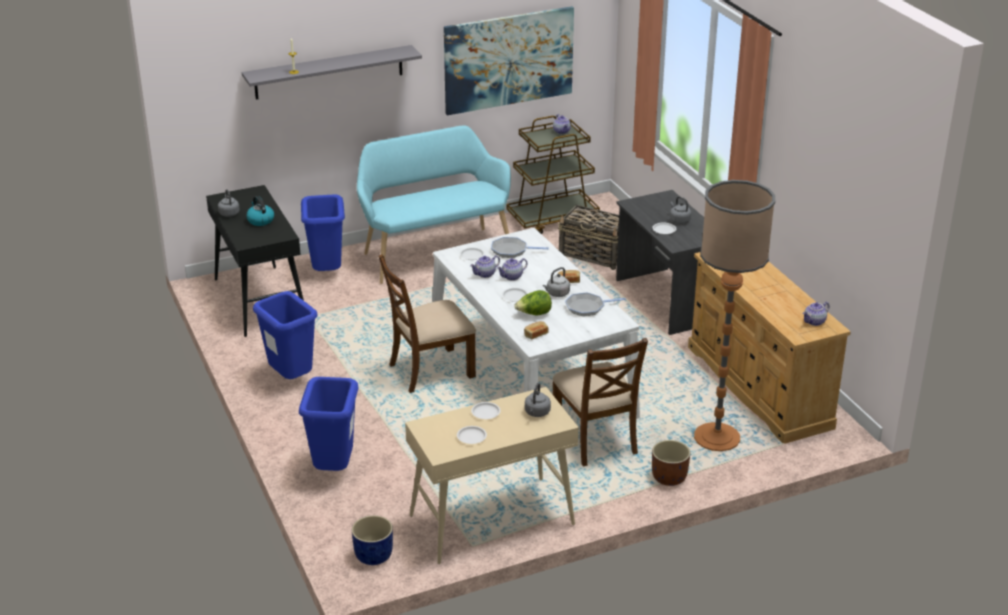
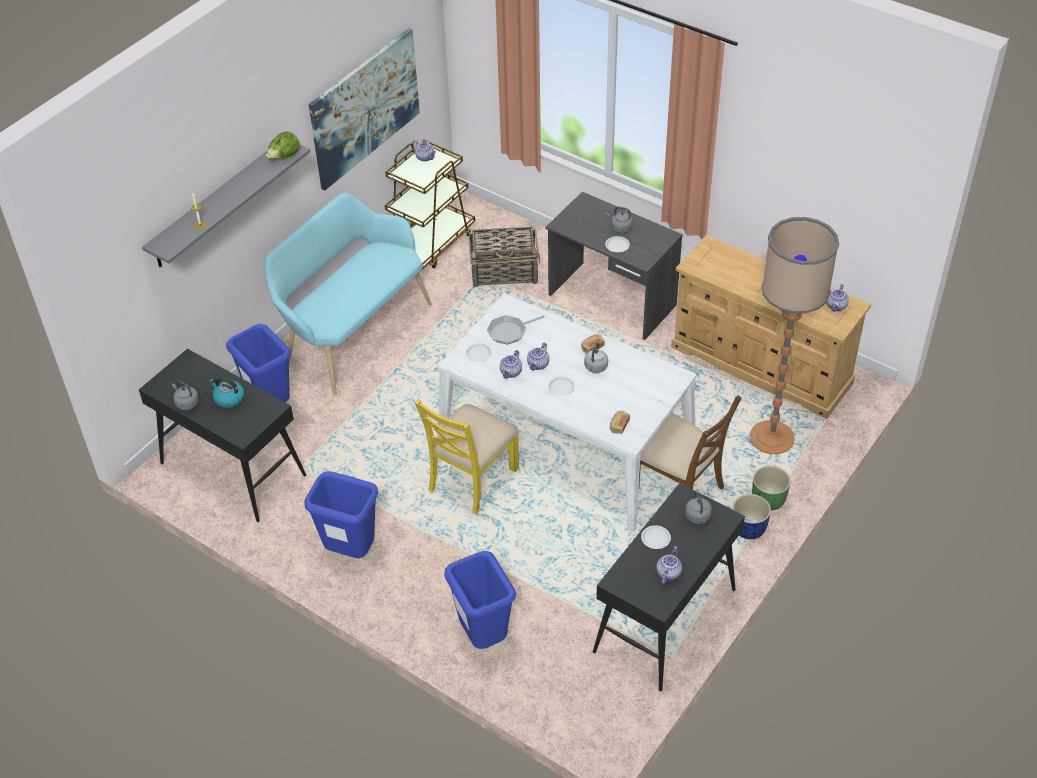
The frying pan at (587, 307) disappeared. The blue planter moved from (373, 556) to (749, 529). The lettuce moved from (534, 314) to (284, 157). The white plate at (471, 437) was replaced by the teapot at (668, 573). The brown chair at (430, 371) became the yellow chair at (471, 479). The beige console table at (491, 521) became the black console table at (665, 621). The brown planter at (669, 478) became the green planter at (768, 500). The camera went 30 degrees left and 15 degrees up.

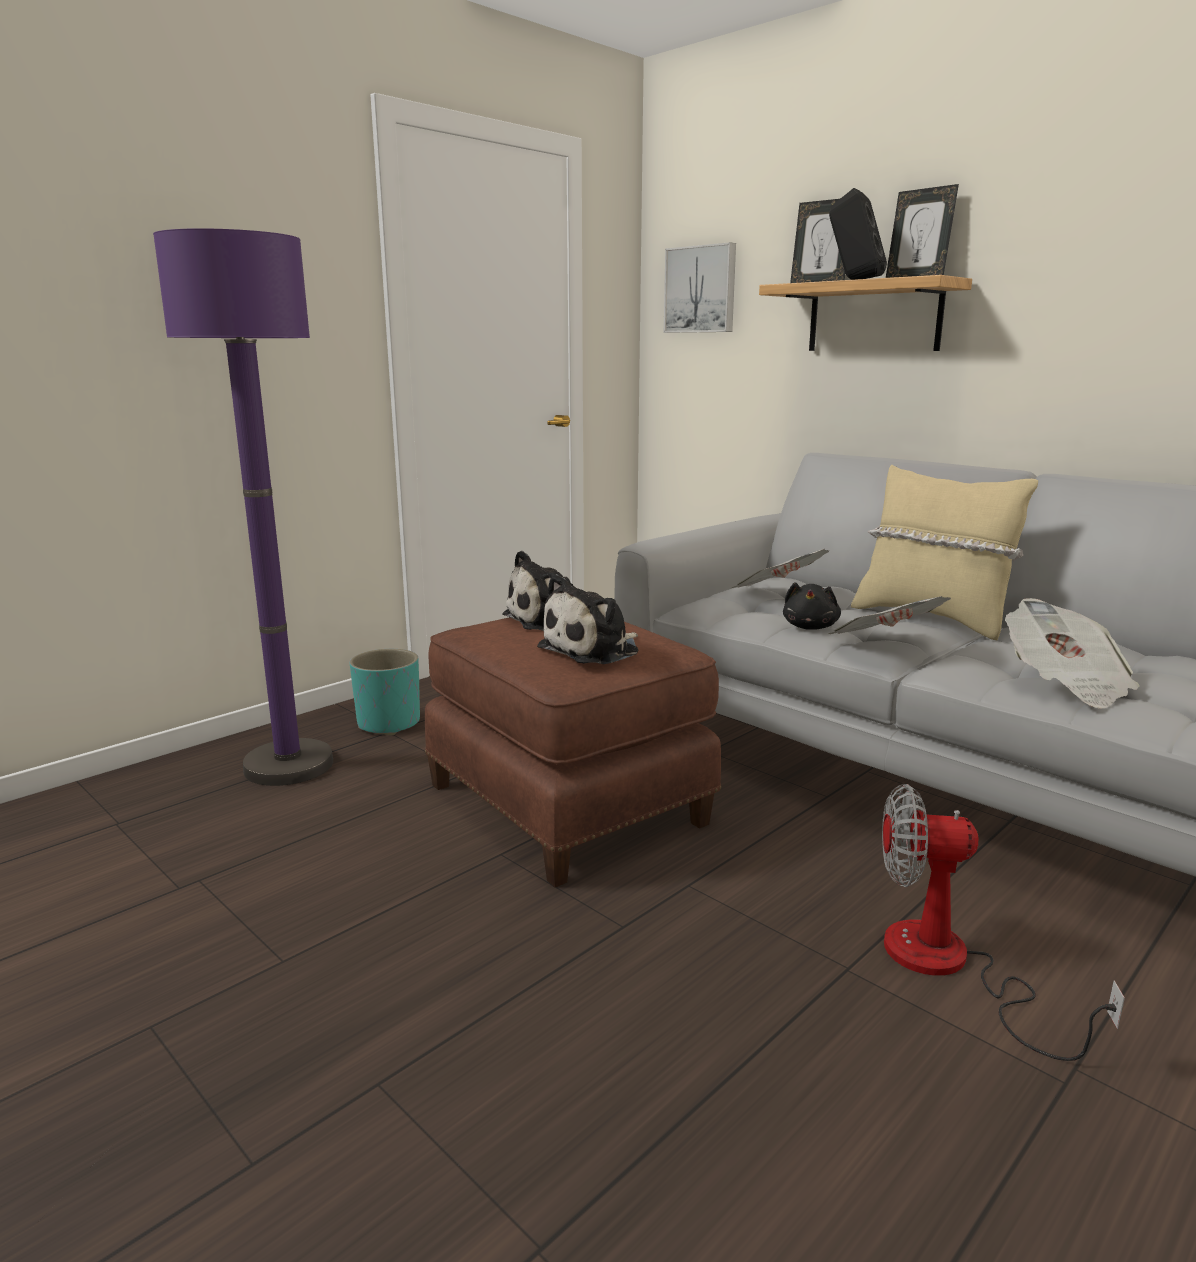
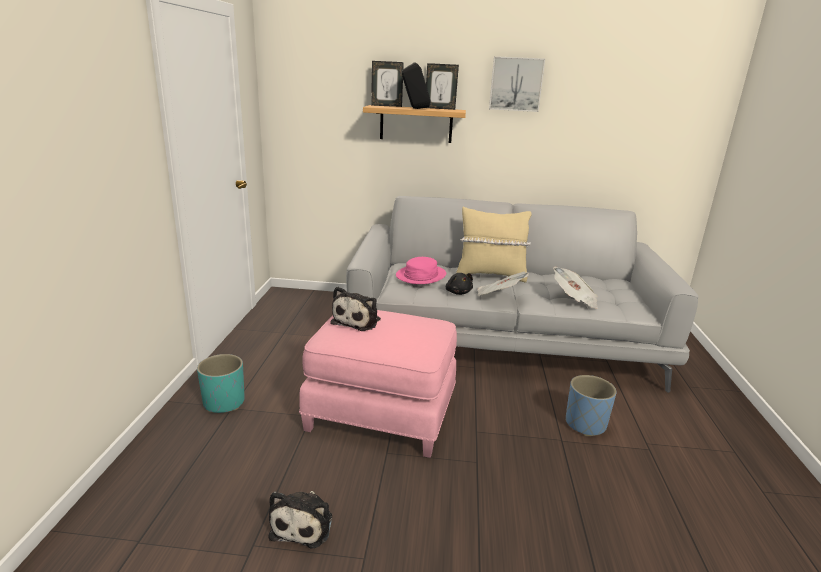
The purple floor lamp at (288, 765) disappeared. The plush toy moved from (594, 650) to (303, 524). The picture moved from (701, 289) to (516, 84). The newspaper at (777, 594) was replaced by the pink hat at (421, 275). The fan at (949, 967) was replaced by the blue planter at (585, 424). The brown ottoman at (569, 803) became the pink ottoman at (382, 412). The camera went 40 degrees left and 5 degrees up.

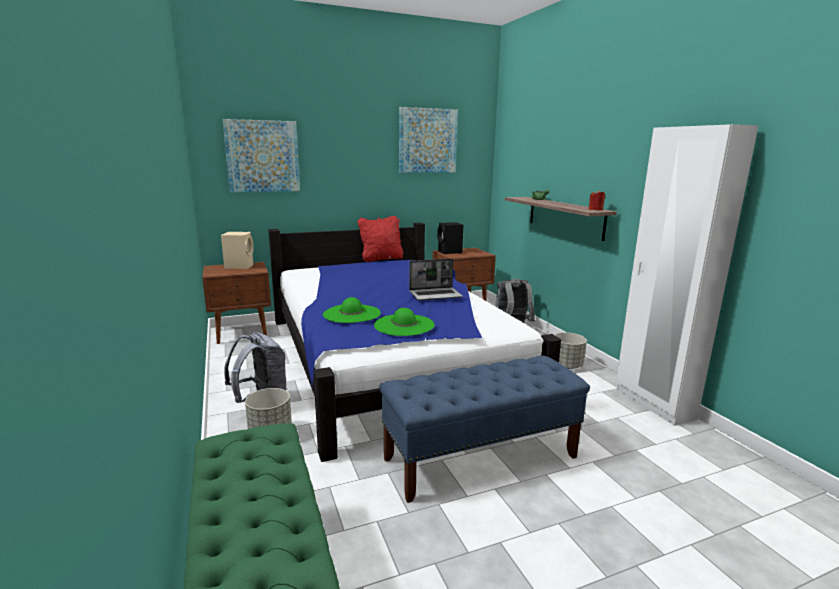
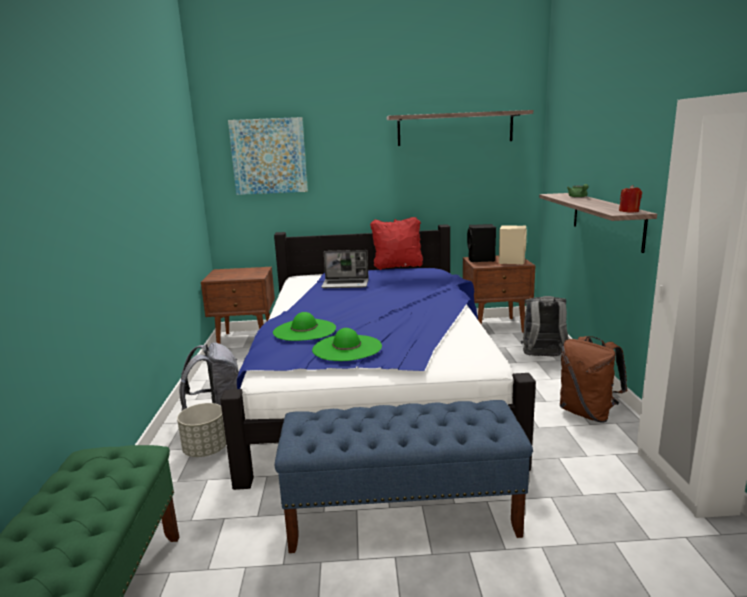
The beige speaker moved from (240, 266) to (511, 261). The laptop moved from (436, 295) to (346, 284). The picture at (427, 141) was replaced by the shelf at (455, 128). The grey planter at (567, 365) was replaced by the brown backpack at (587, 413). The camera went 20 degrees right and 0 degrees up.

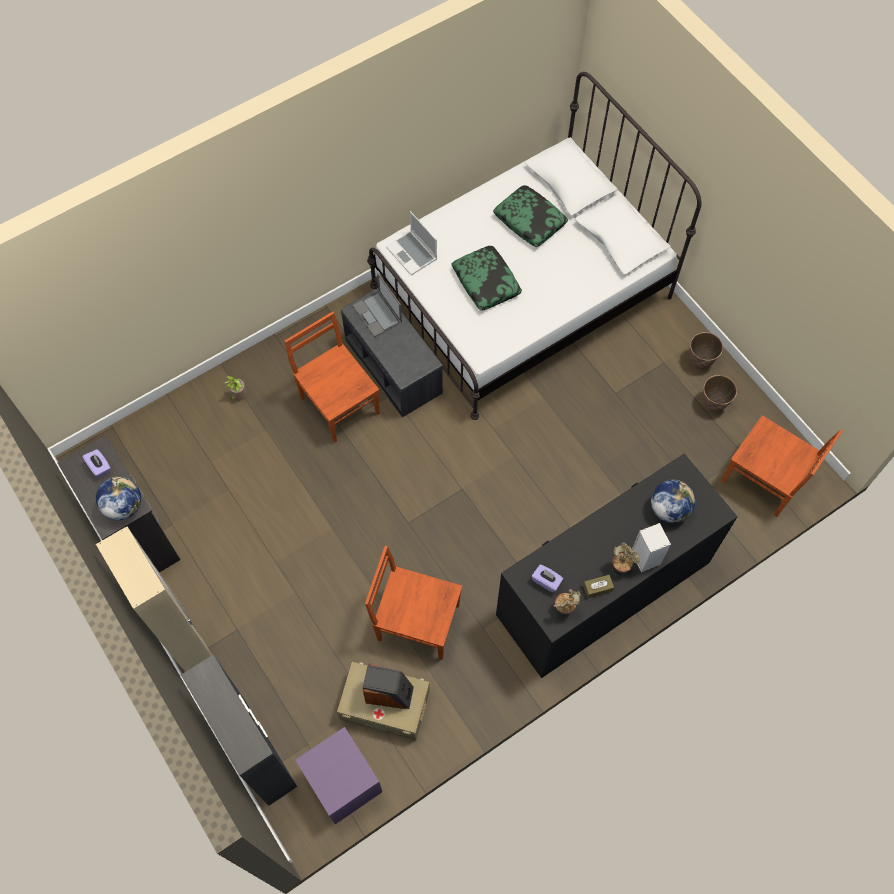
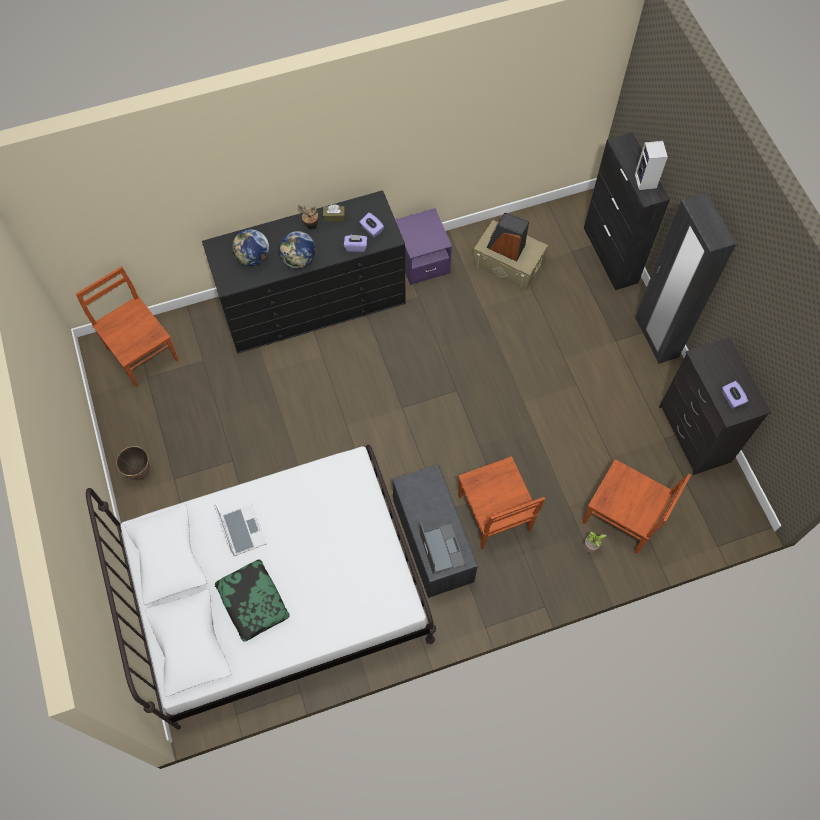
The pillow at (486, 282) disappeared. The potted plant at (564, 610) disappeared. The planter at (713, 403) disappeared. The purple tissue box at (356, 247) appeared. The globe moved from (123, 506) to (299, 260). The purple nightstand moved from (342, 781) to (422, 261). The brown chair moved from (416, 621) to (623, 518). The laptop moved from (412, 253) to (242, 530). The speaker moved from (644, 557) to (646, 182). The beige wardrobe at (189, 645) became the black wardrobe at (656, 338). The camera went 165 degrees left and 0 degrees up.

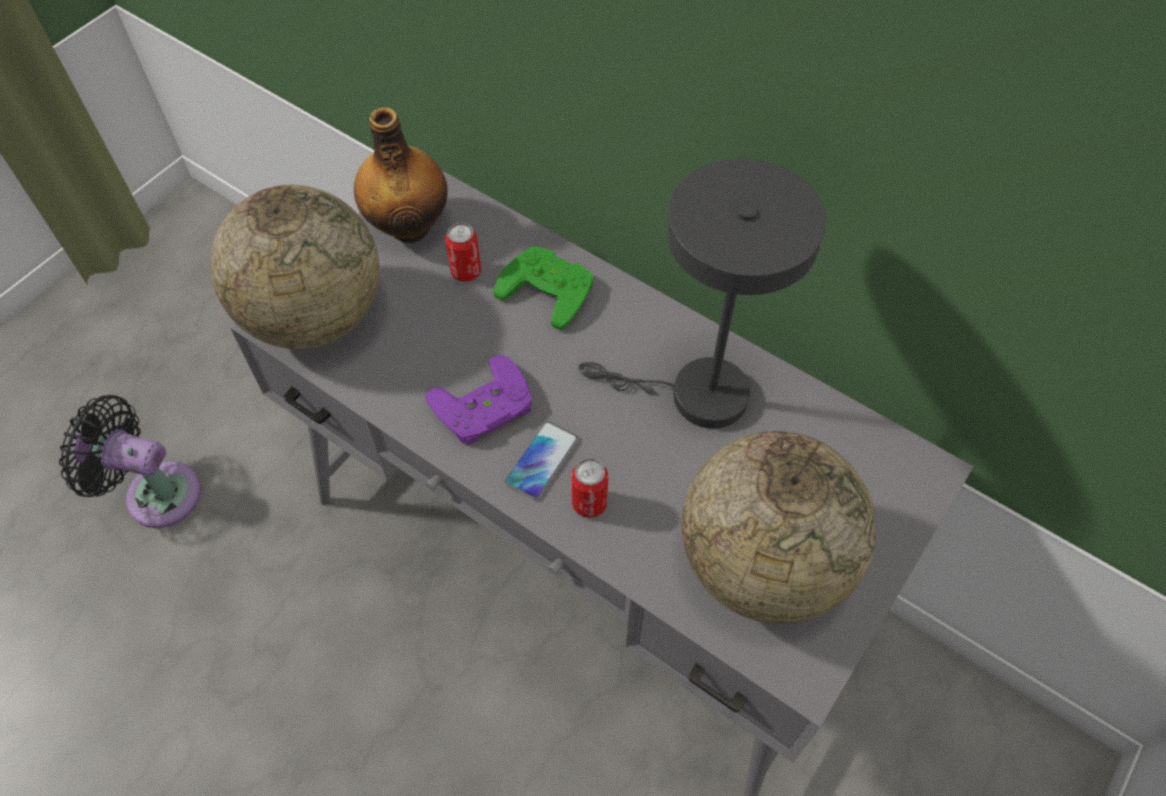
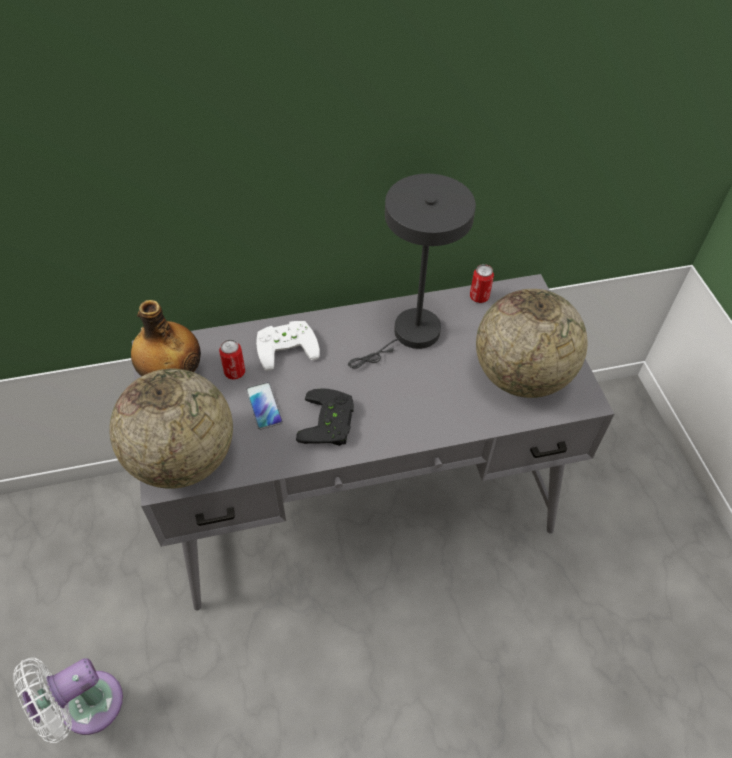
The phone moved from (541, 461) to (264, 406). The can moved from (589, 503) to (479, 297). The black fan at (156, 492) became the white fan at (84, 706). The purple game controller at (485, 410) became the black game controller at (331, 422). The green game controller at (550, 287) became the white game controller at (286, 345). The camera went 50 degrees left and 5 degrees down.

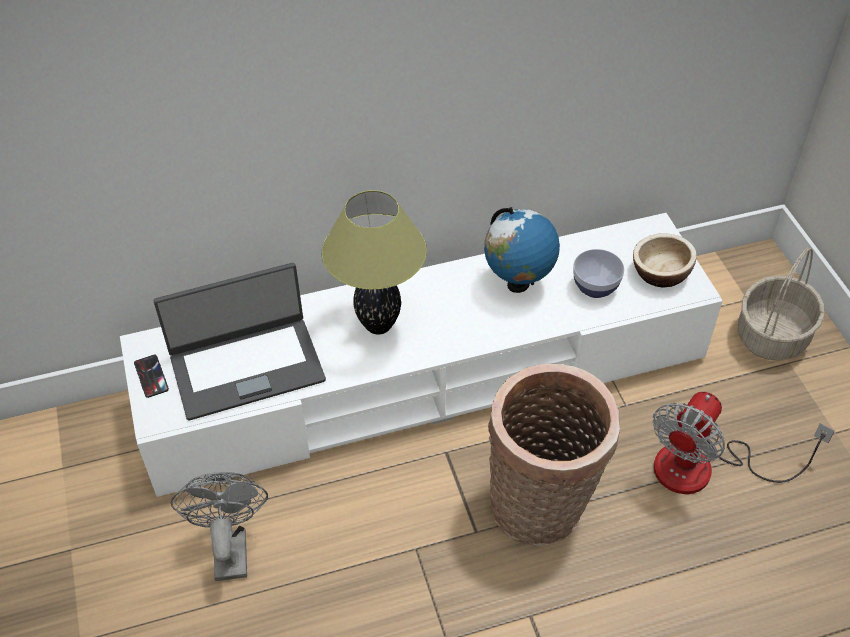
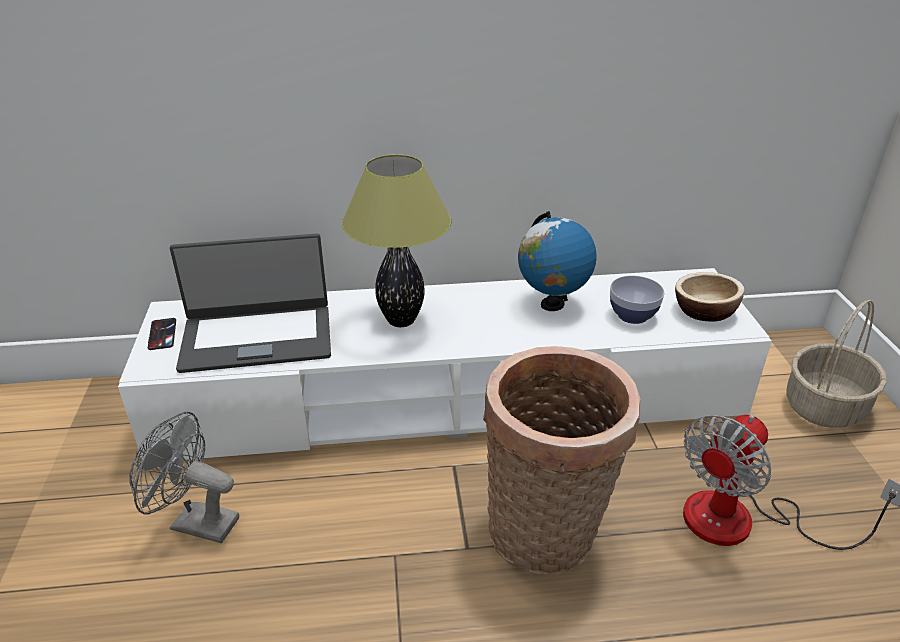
The grey fan at (229, 547) turned 75 degrees counterclockwise. The camera went 10 degrees right and 15 degrees down.

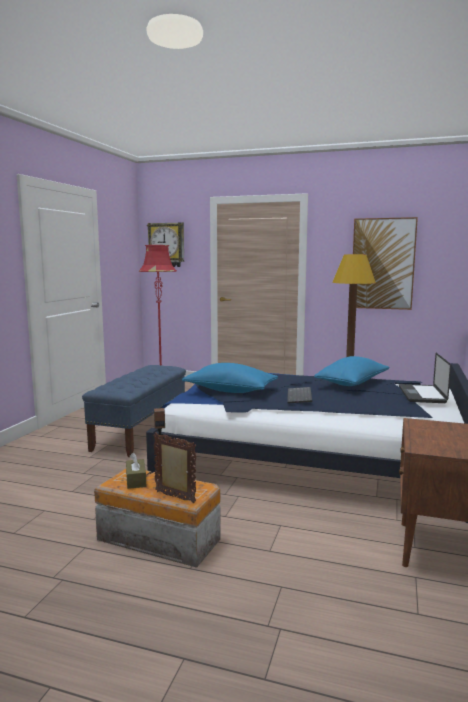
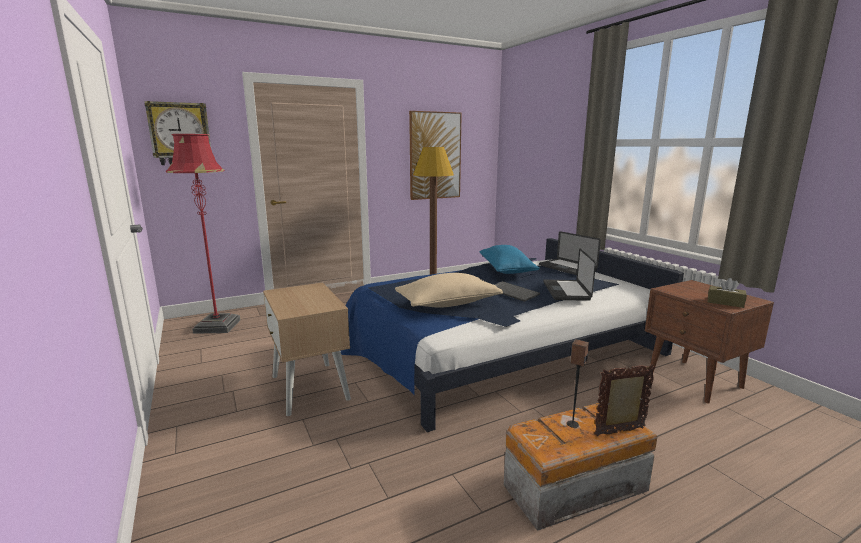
The laptop at (566, 291) appeared. The brown tissue box moved from (136, 480) to (725, 302). The blue bench at (140, 432) was replaced by the beige nightstand at (310, 387). The blue pillow at (230, 391) became the beige pillow at (448, 304). The camera went 45 degrees left and 5 degrees up.

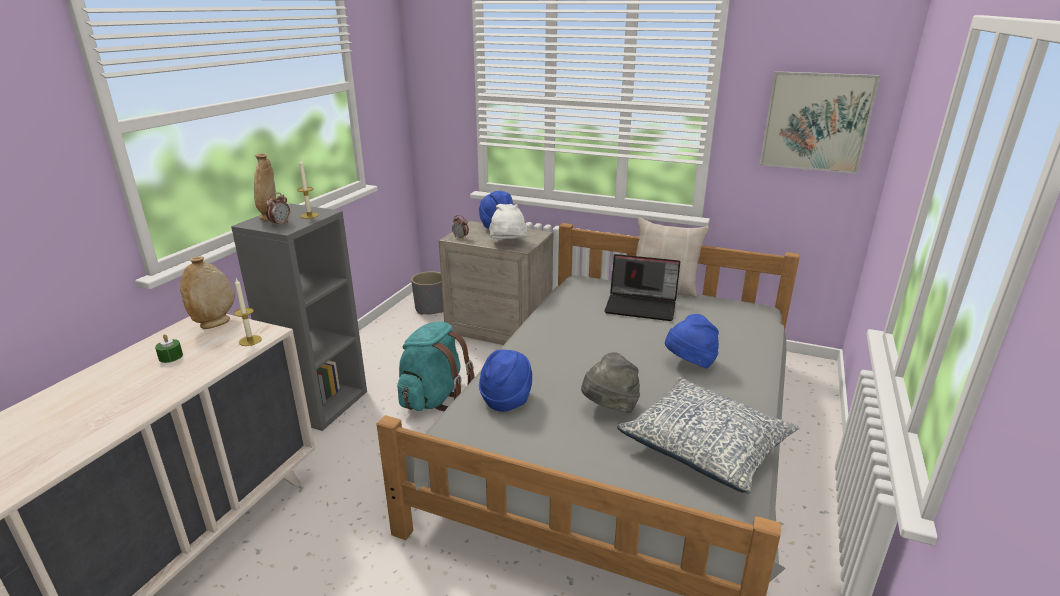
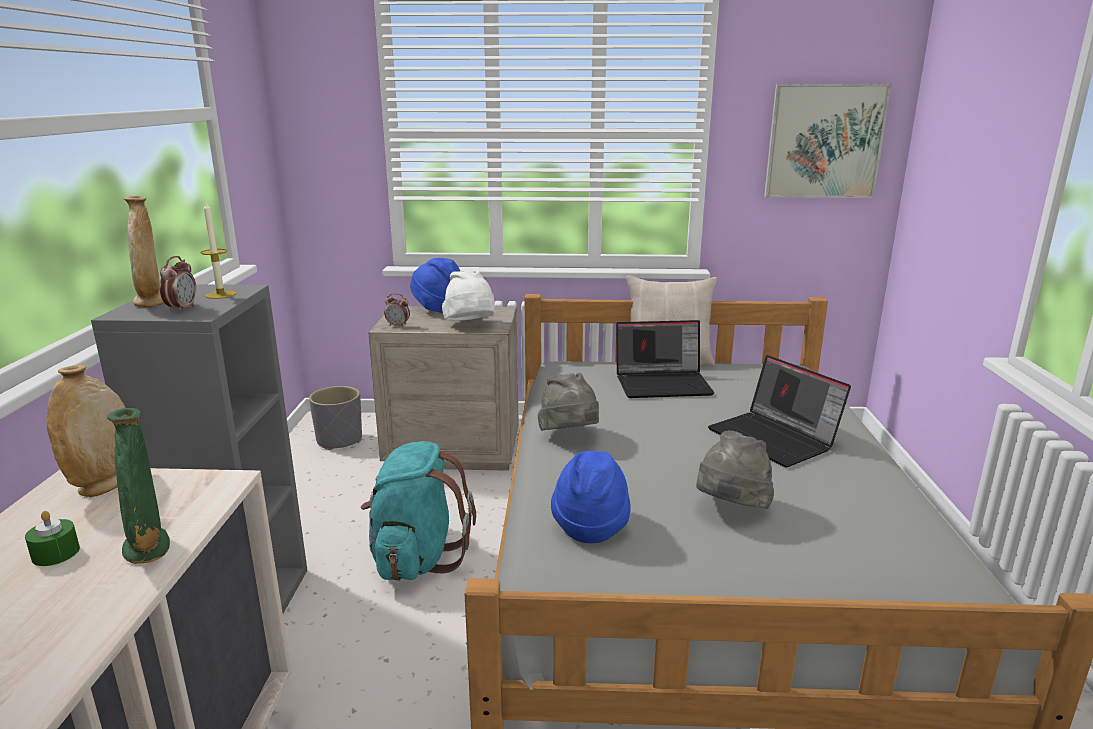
The candle at (250, 340) disappeared. The pillow at (705, 446) disappeared. The green vase at (147, 548) appeared. The grey hat at (570, 436) appeared. The blue hat at (689, 363) was replaced by the laptop at (775, 438). The camera went 20 degrees left and 5 degrees down.

